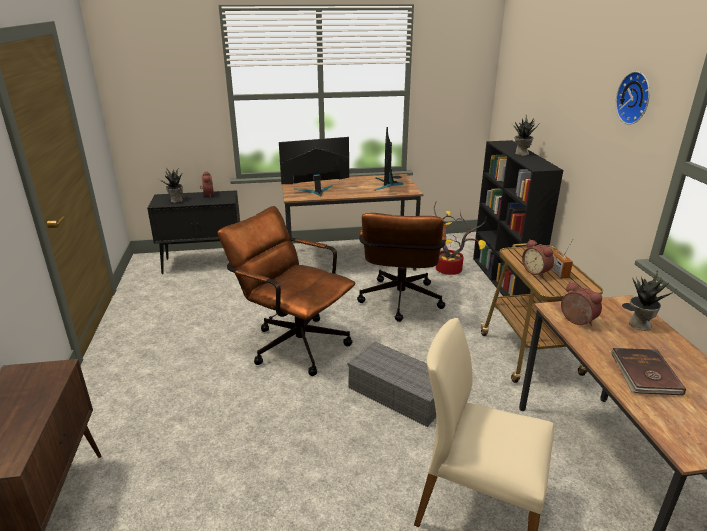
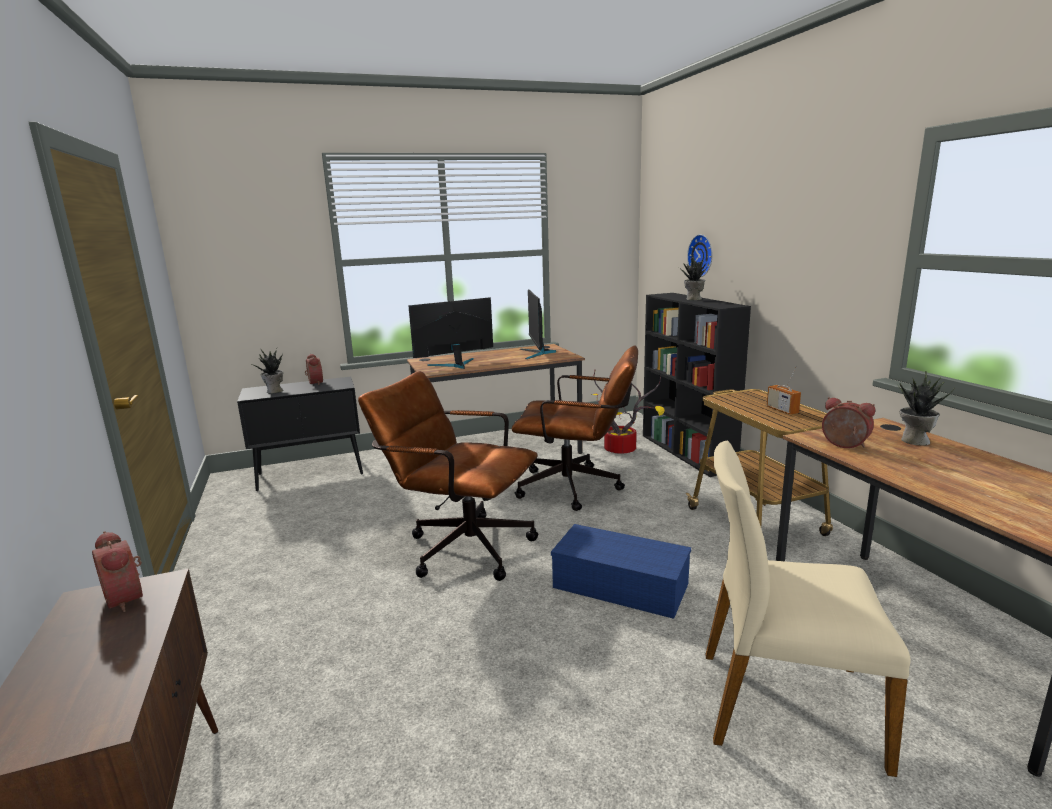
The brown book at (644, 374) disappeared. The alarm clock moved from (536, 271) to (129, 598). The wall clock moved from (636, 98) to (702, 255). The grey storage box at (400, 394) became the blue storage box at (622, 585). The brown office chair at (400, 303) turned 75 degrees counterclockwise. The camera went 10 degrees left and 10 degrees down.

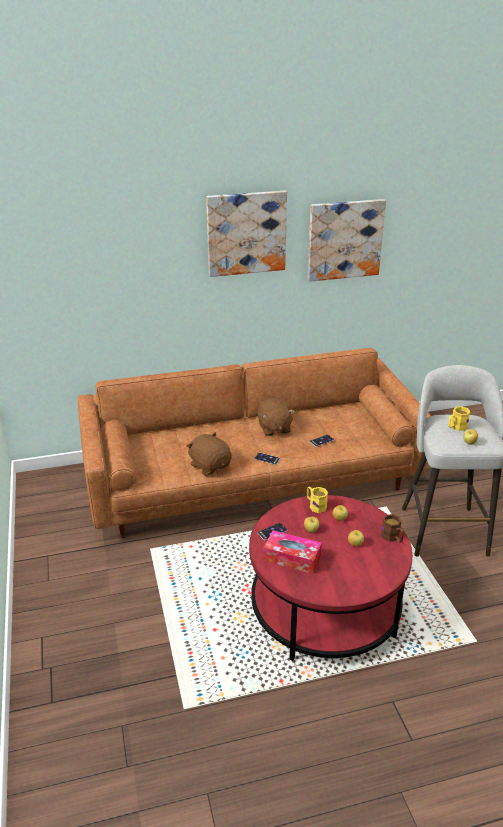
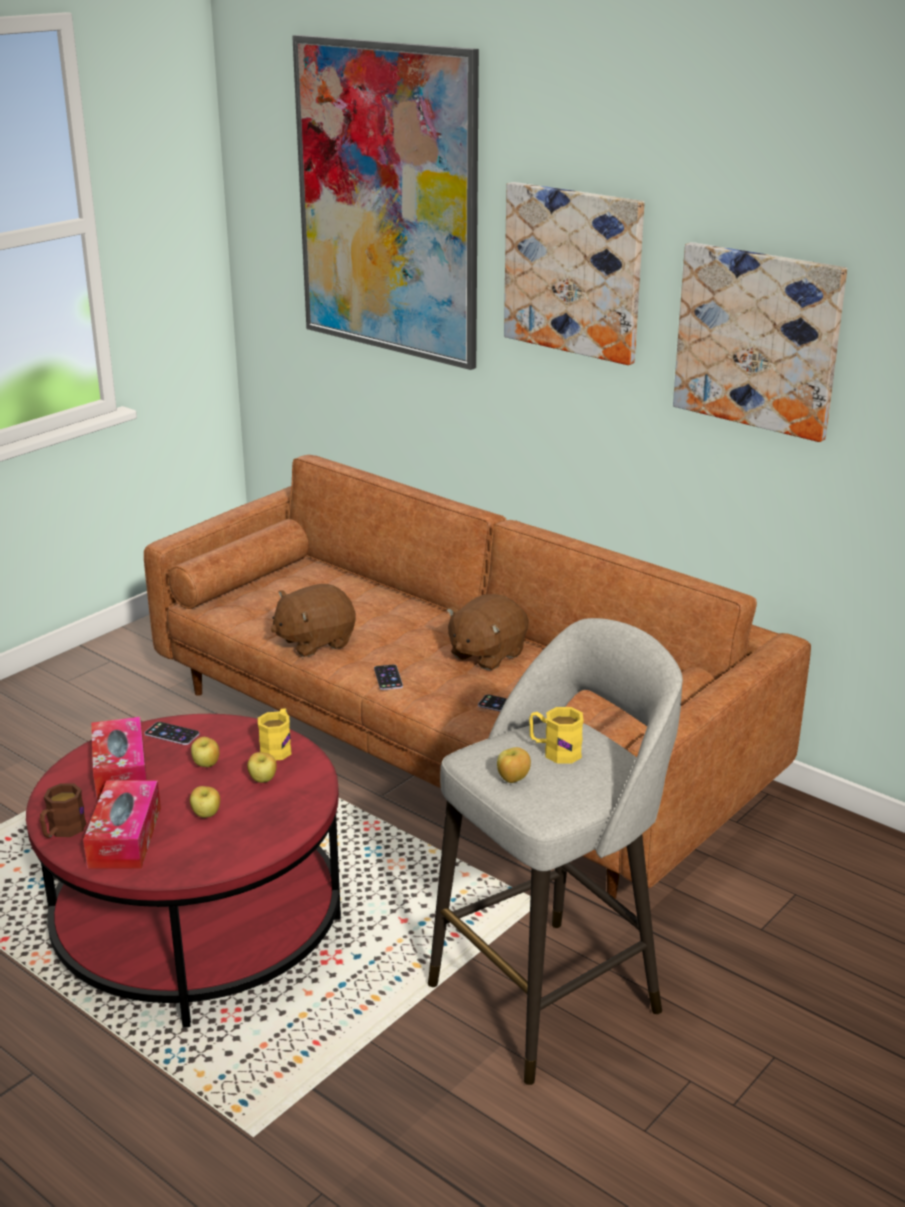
The tissue box at (125, 837) appeared. The picture at (387, 201) appeared. The brown mug moved from (392, 538) to (62, 831). The brown plush toy at (210, 466) turned 135 degrees counterclockwise. The camera went 55 degrees right and 5 degrees down.

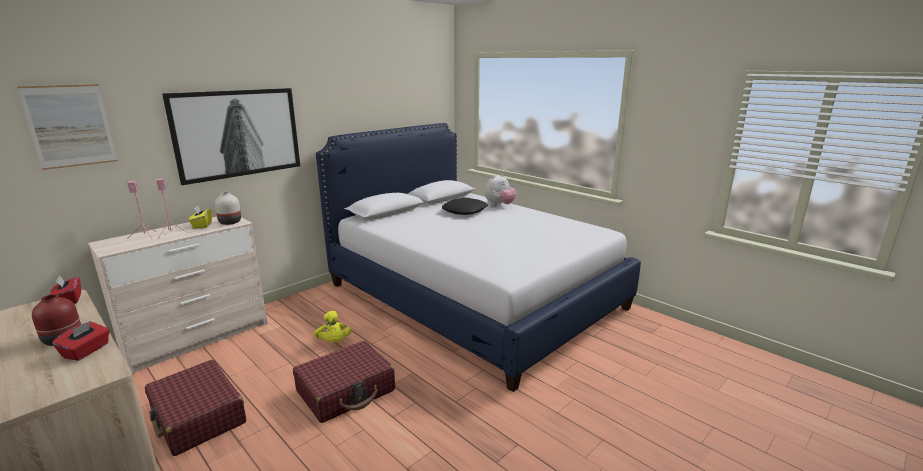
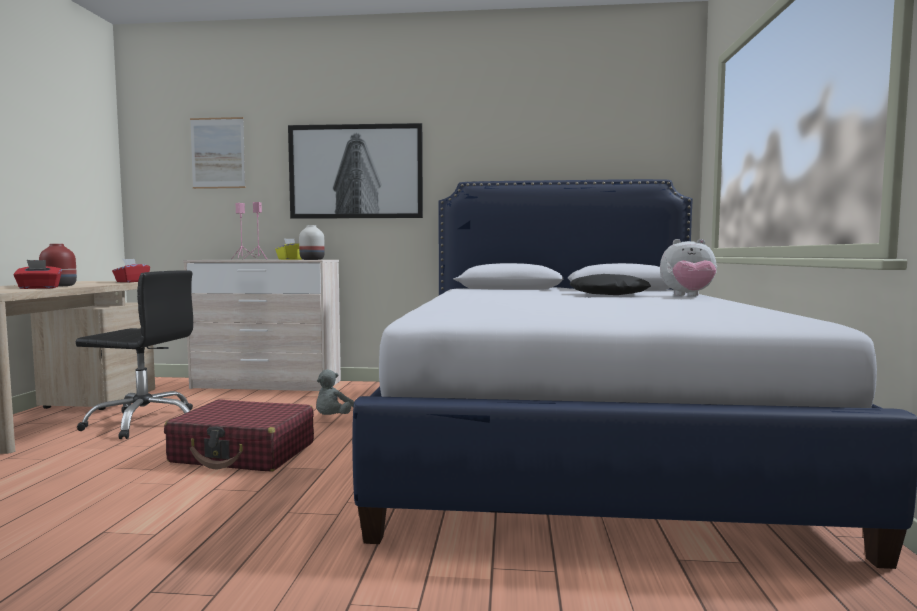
The red suitcase at (198, 417) was replaced by the black office chair at (144, 422). The yellow plush toy at (333, 342) became the grey plush toy at (334, 419). The camera went 50 degrees right and 15 degrees down.

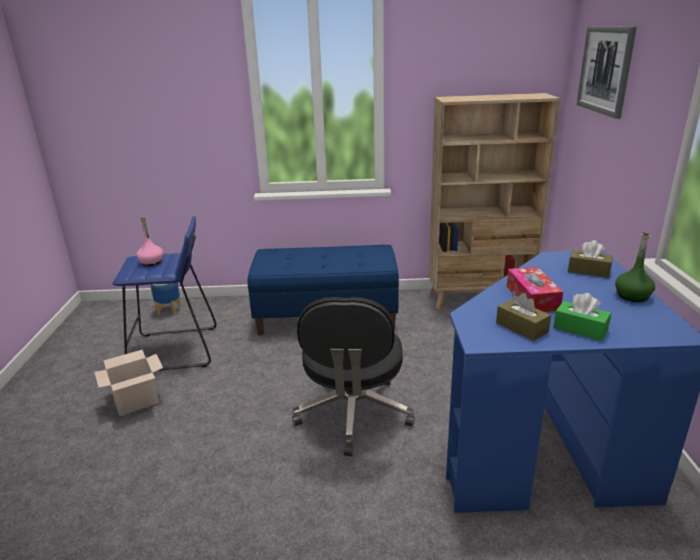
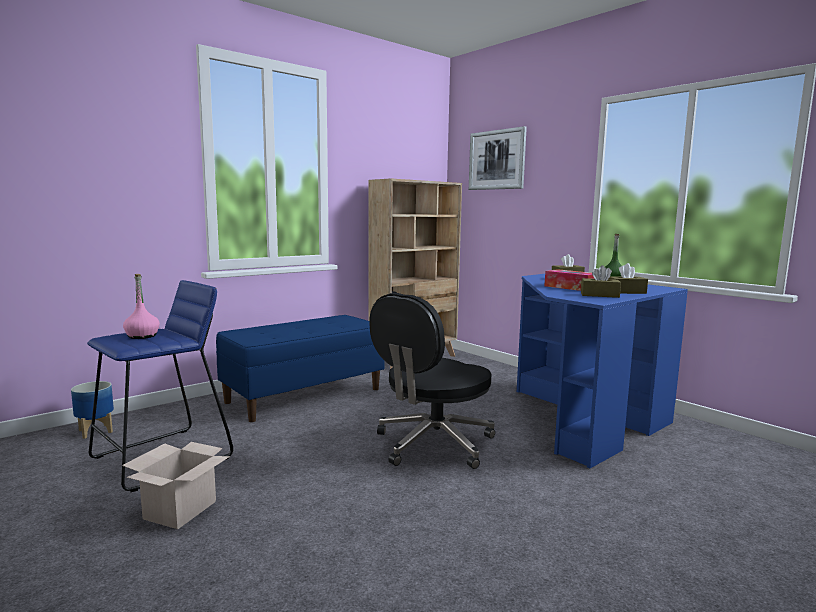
The green tissue box at (580, 329) became the brown tissue box at (626, 292). The black office chair at (353, 414) turned 75 degrees clockwise. The camera went 40 degrees left and 15 degrees down.

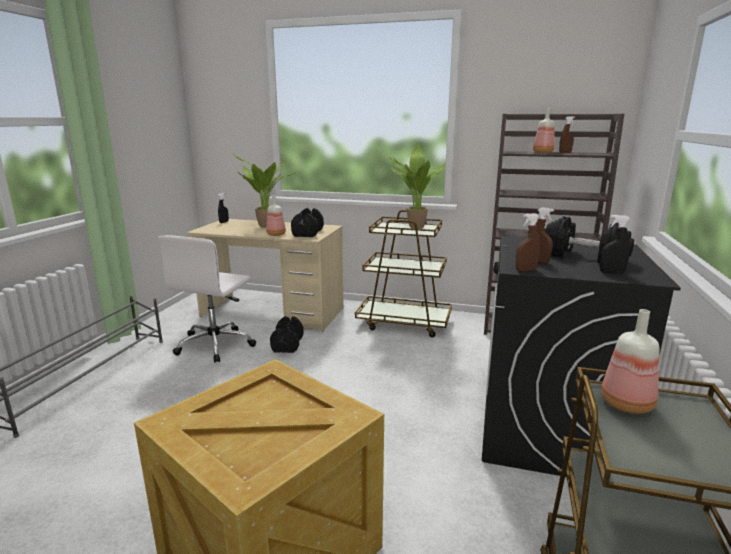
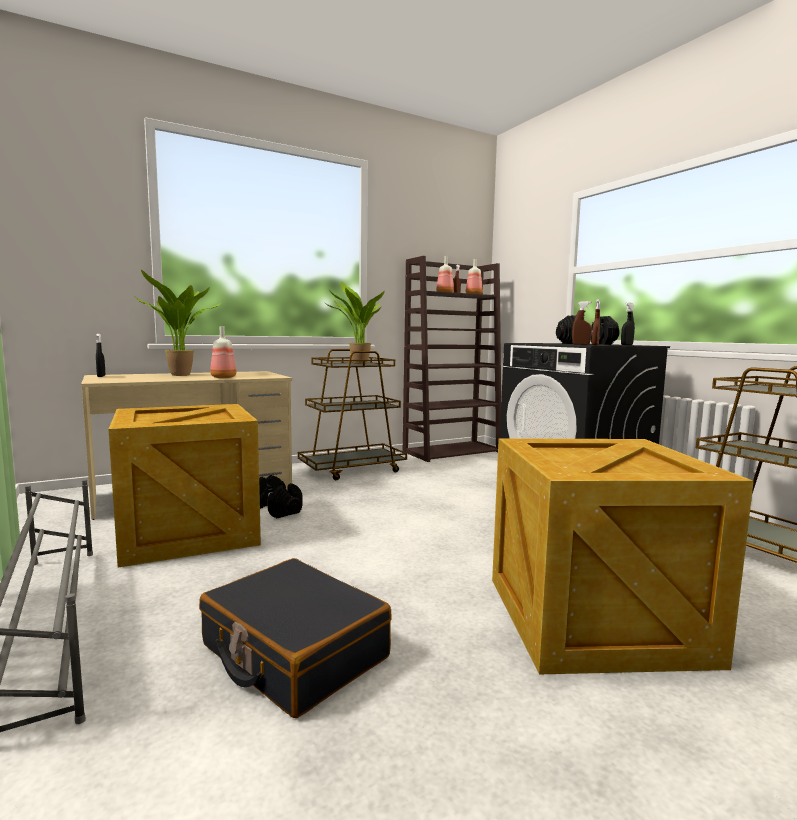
The black dumbbell at (308, 233) disappeared. The black suitcase at (293, 652) appeared. The bottle moved from (626, 403) to (473, 295). The white office chair at (216, 344) was replaced by the crate at (186, 533). The camera went 45 degrees left and 10 degrees down.

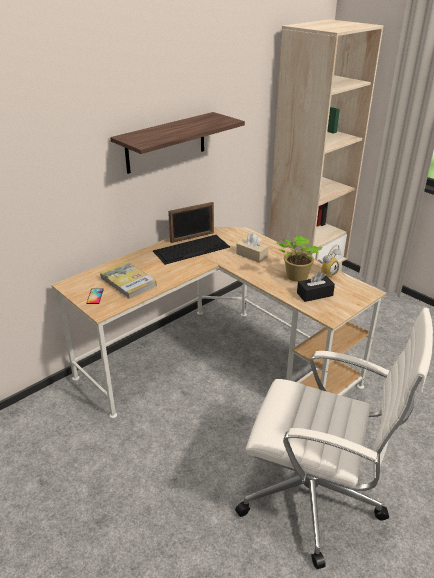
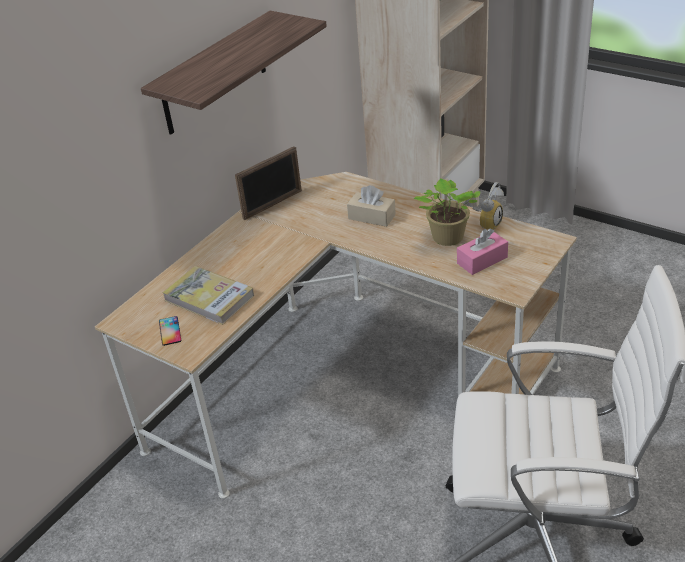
The keyboard at (192, 248) disappeared. The black tissue box at (314, 294) became the pink tissue box at (482, 260). The camera went 10 degrees left and 5 degrees up.

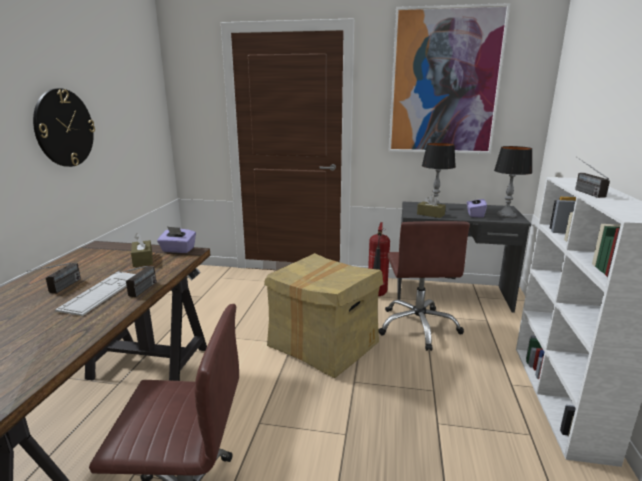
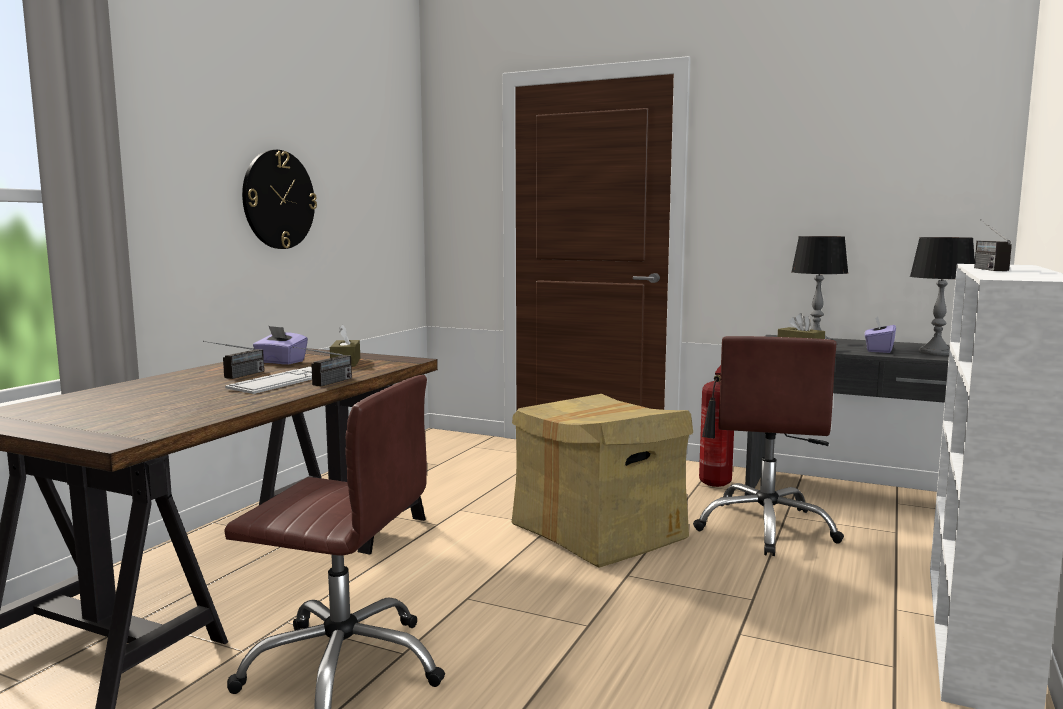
The picture at (444, 82) disappeared. The purple tissue box moved from (178, 250) to (281, 362). The camera went 15 degrees right and 10 degrees down.

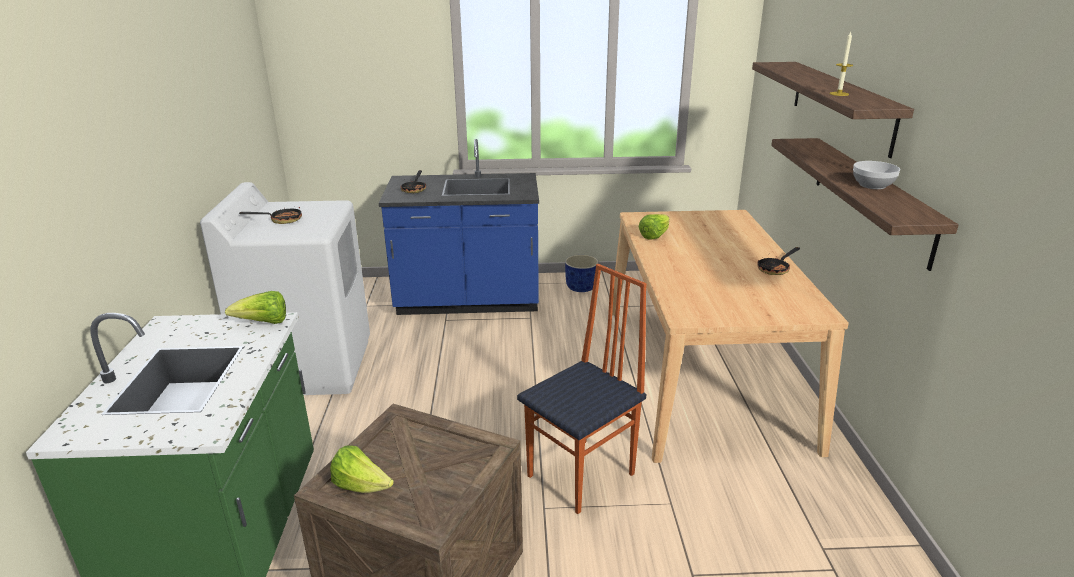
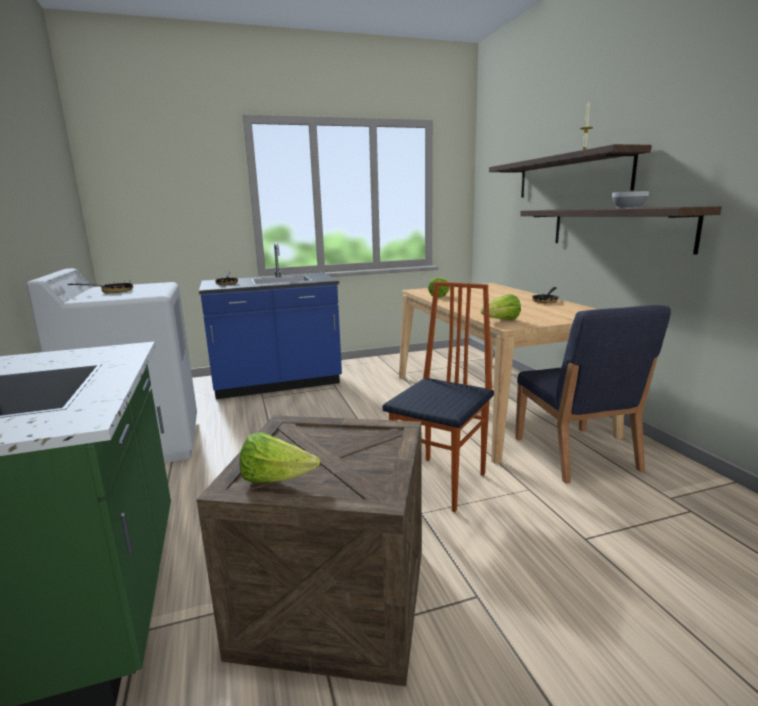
The blue planter at (581, 287) disappeared. The blue chair at (575, 454) appeared. The lettuce moved from (264, 323) to (501, 321). The camera went 15 degrees left and 10 degrees down.

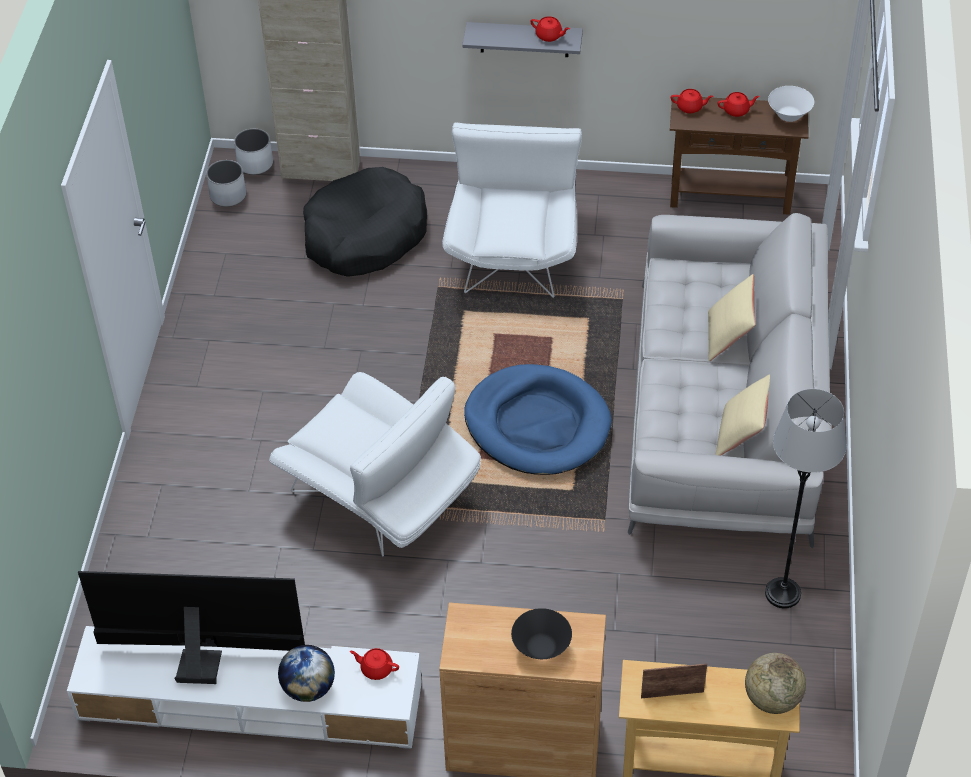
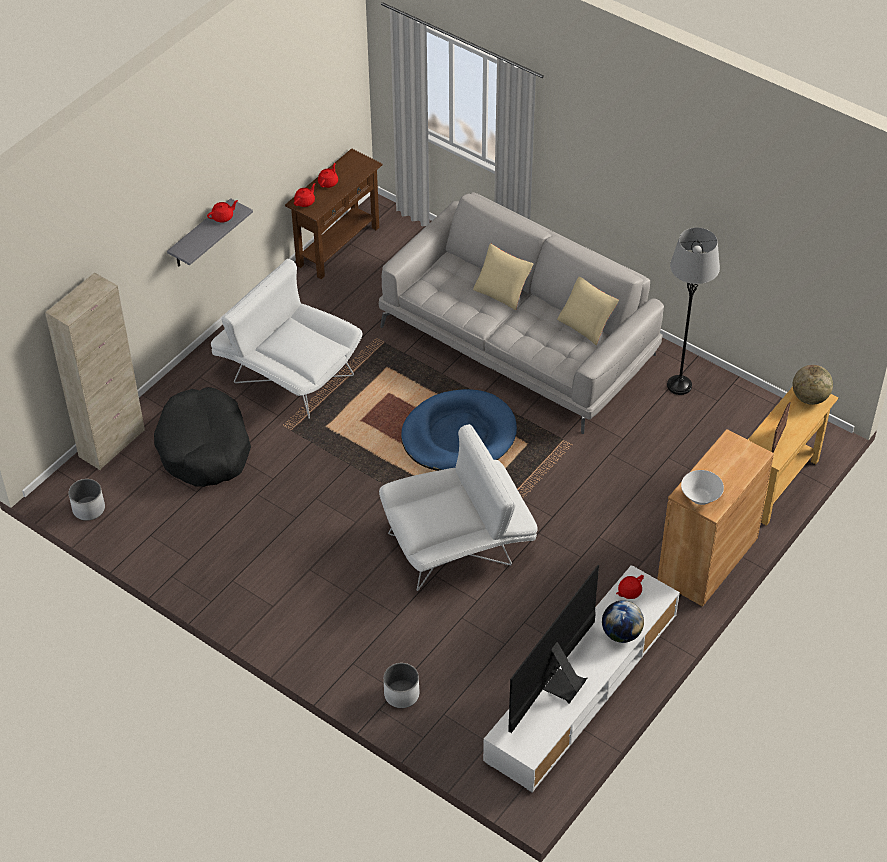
The black bowl at (541, 647) disappeared. The white planter moved from (255, 164) to (402, 694). The white bowl moved from (789, 115) to (700, 497). The camera went 60 degrees left and 0 degrees up.

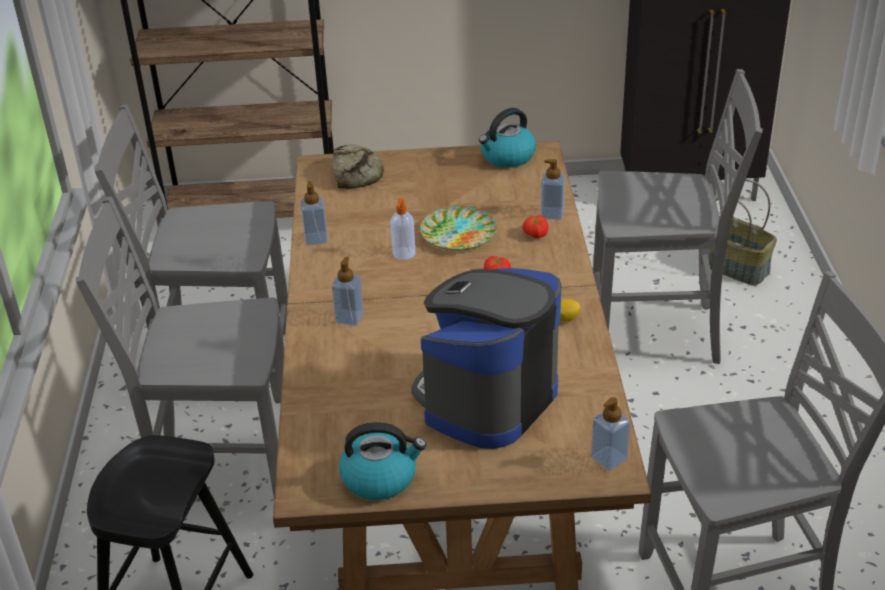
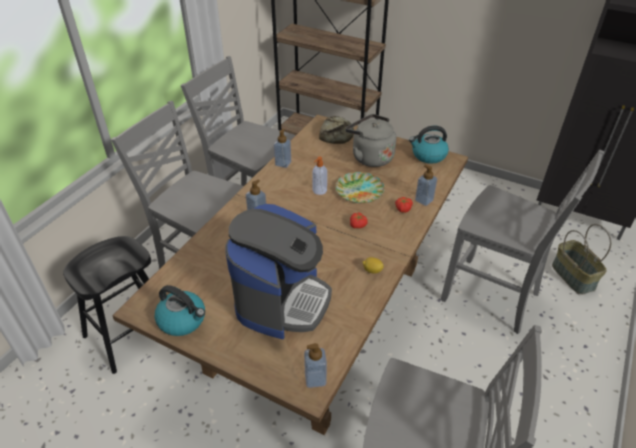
The grey kettle at (370, 157) appeared. The coffee machine at (486, 399) turned 135 degrees clockwise. The camera went 30 degrees right and 5 degrees up.

